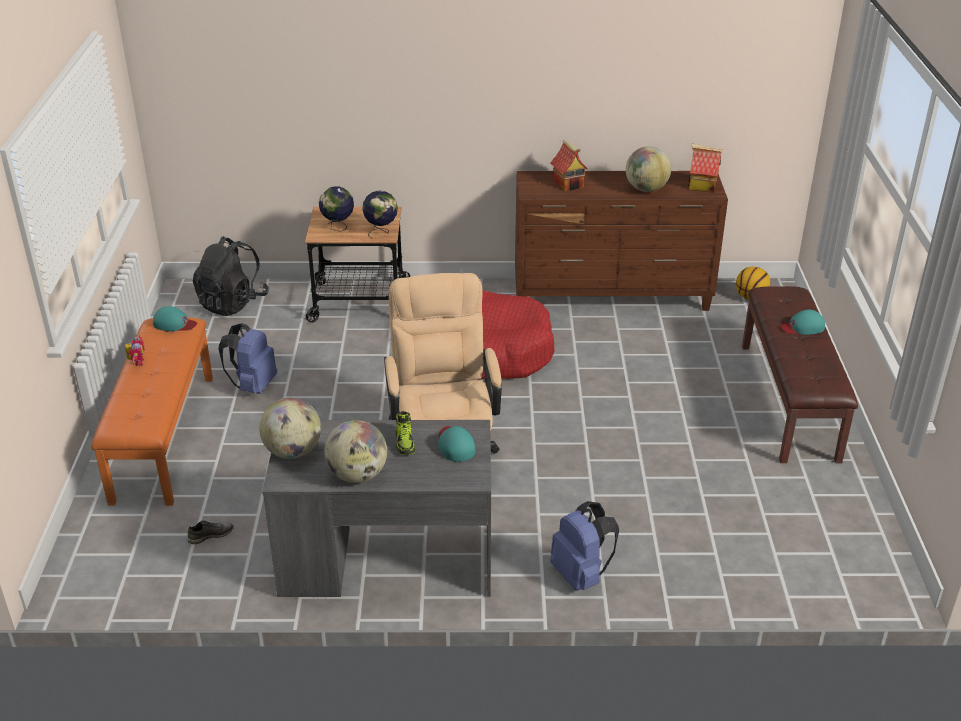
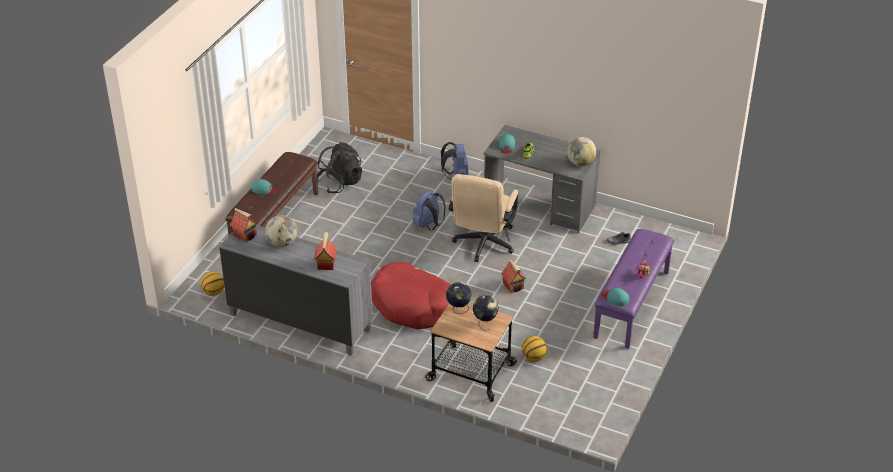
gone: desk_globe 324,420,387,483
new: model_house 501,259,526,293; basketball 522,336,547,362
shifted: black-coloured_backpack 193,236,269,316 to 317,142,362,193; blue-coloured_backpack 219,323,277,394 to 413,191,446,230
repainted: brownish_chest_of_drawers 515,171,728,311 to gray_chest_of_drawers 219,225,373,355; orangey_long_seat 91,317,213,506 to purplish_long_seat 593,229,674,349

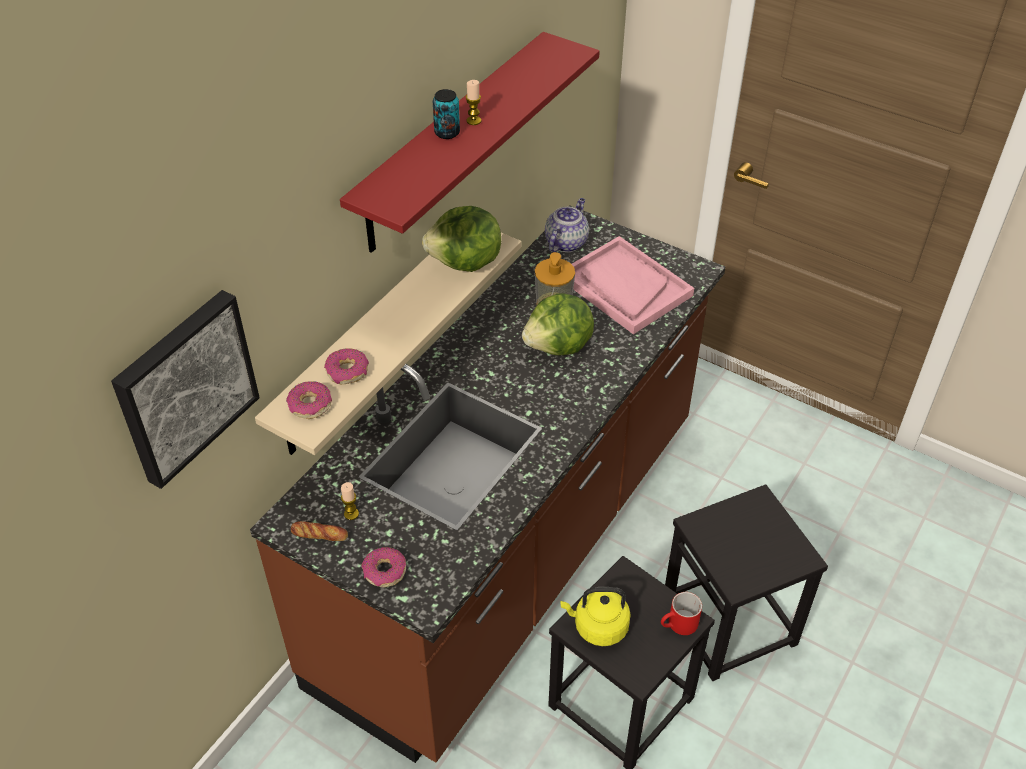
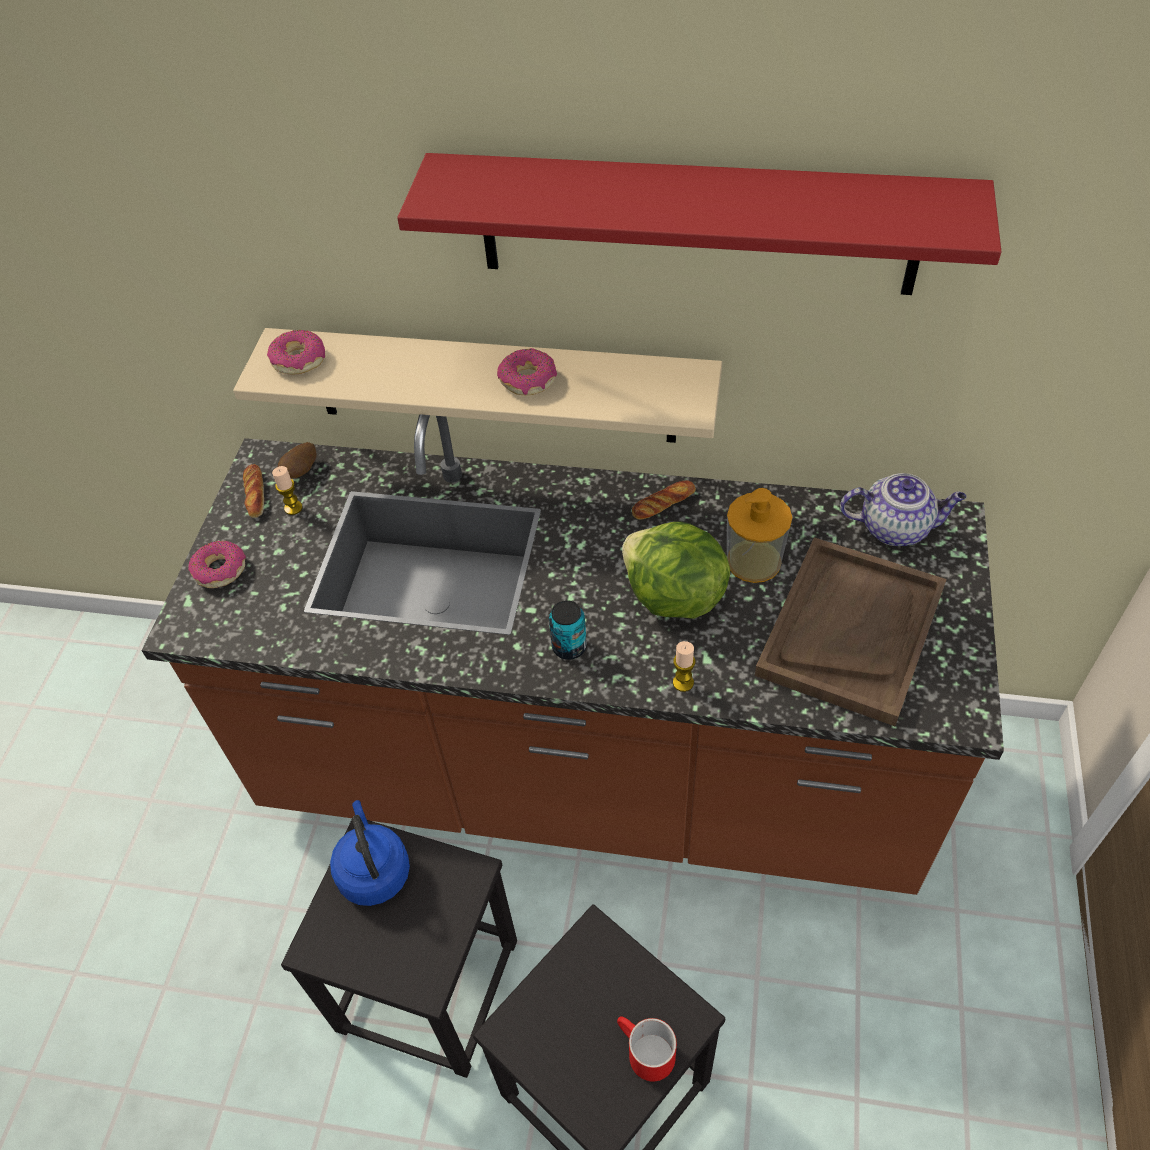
gone: picture 111,290,260,489; lettuce_head 422,206,501,272
new: potato 278,442,316,479; baked_bread 632,480,696,520
shifted: doughnut 324,348,369,384 to 497,348,557,395; metal_can 433,89,460,139 to 549,600,587,660; red-coloured_coffee_mug 661,592,702,635 to 617,1016,677,1082; candle 466,80,481,125 to 673,641,696,692
repainted: yellow-coloured_kettle 560,587,631,646 to blue-coloured_kettle 330,800,410,906; pinkish_tray 572,236,694,334 to brownish_tray 755,537,947,726

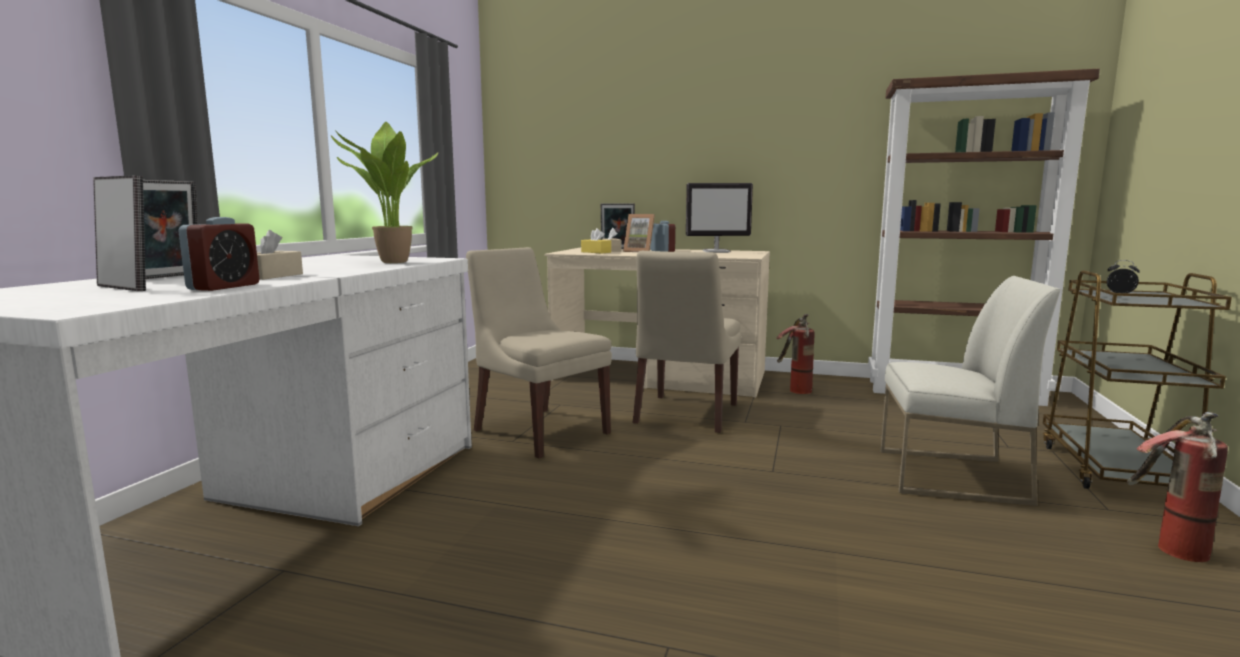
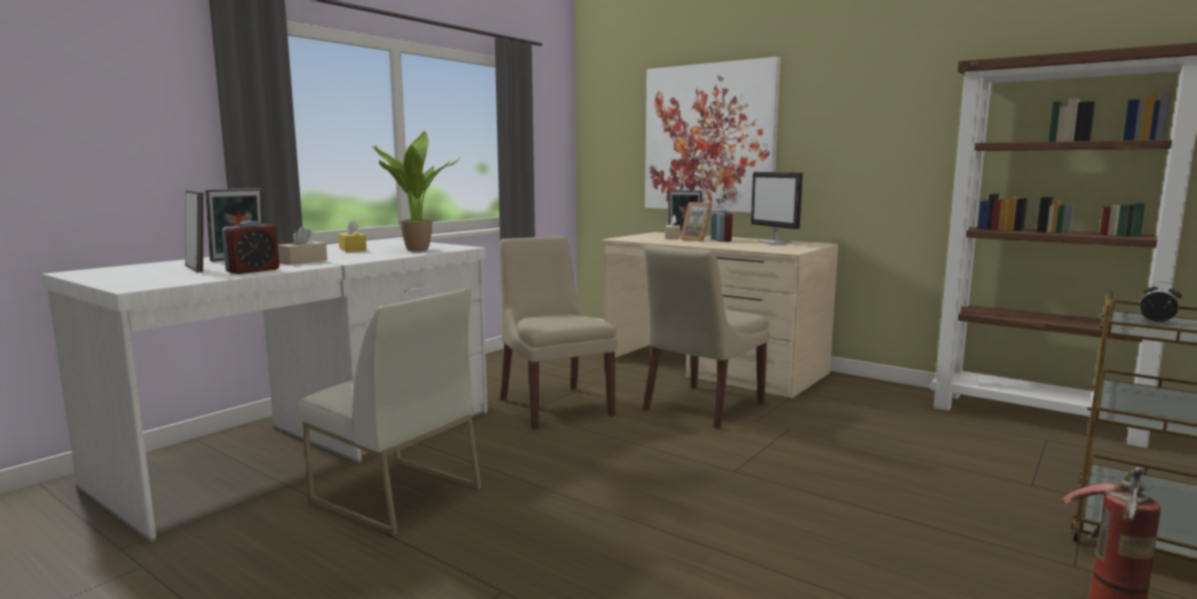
gone: fire_extinguisher 777,314,815,394
new: picture 645,57,781,213
shifted: whitish_chair 881,276,1061,506 to 299,289,481,536; yellow-coloured_box_of_tissues 581,228,611,253 to 338,219,367,252
rotated: computer_display 686,183,753,253 = 751,172,803,245 45 degrees clockwise

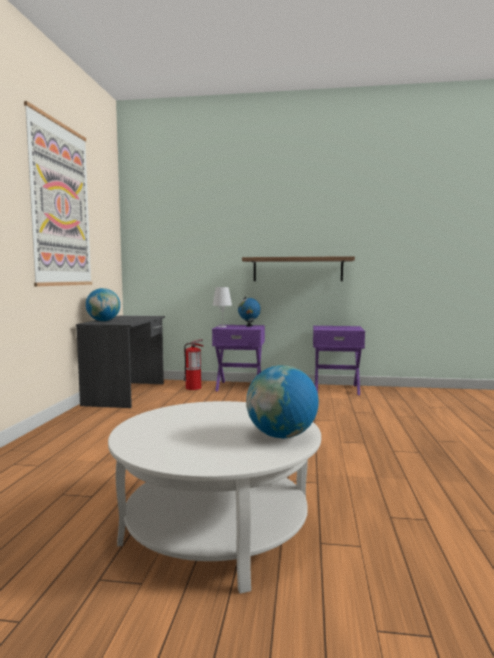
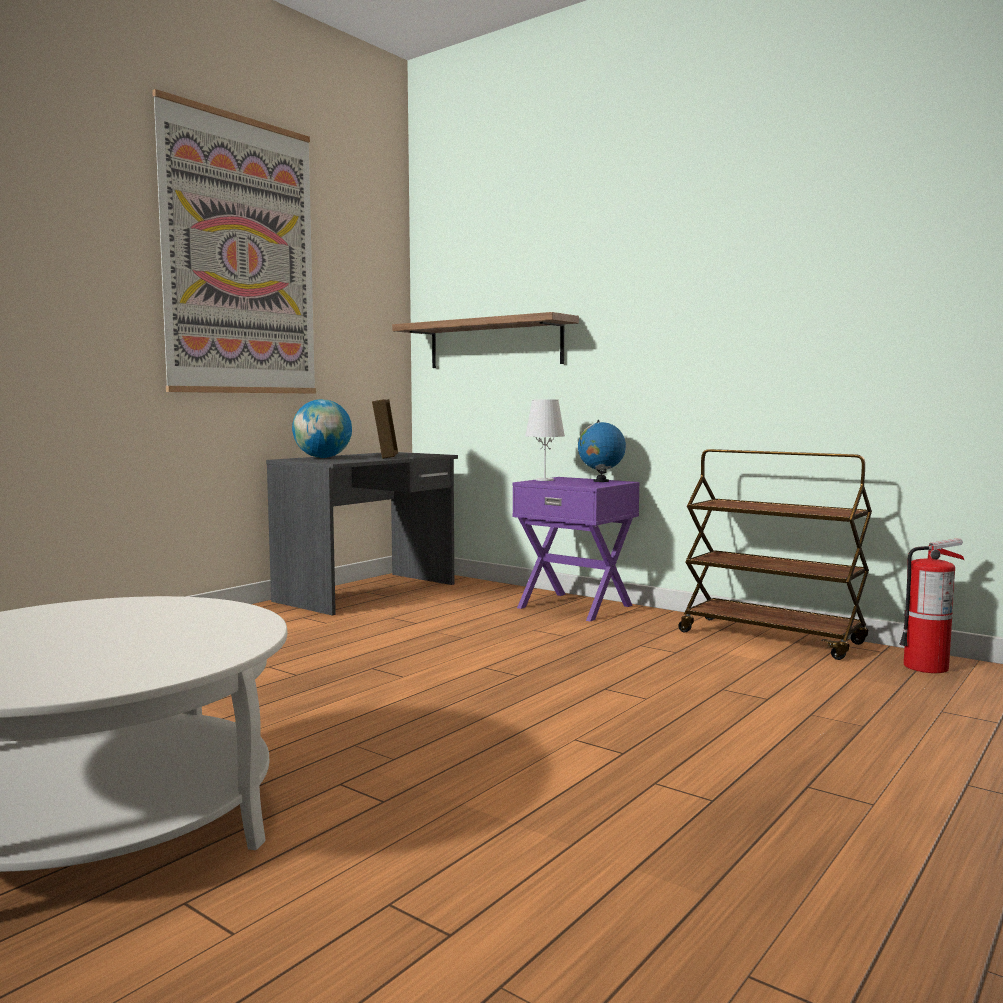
gone: desk_globe 246,365,319,438
new: picture_frame 372,399,398,459
shifted: shelf 242,256,355,281 to 392,312,579,368; fire_extinguisher 184,339,204,390 to 899,538,964,673
swapped: purplish_nightstand 313,326,365,395 to brownish_wheeled_cart 678,449,872,660

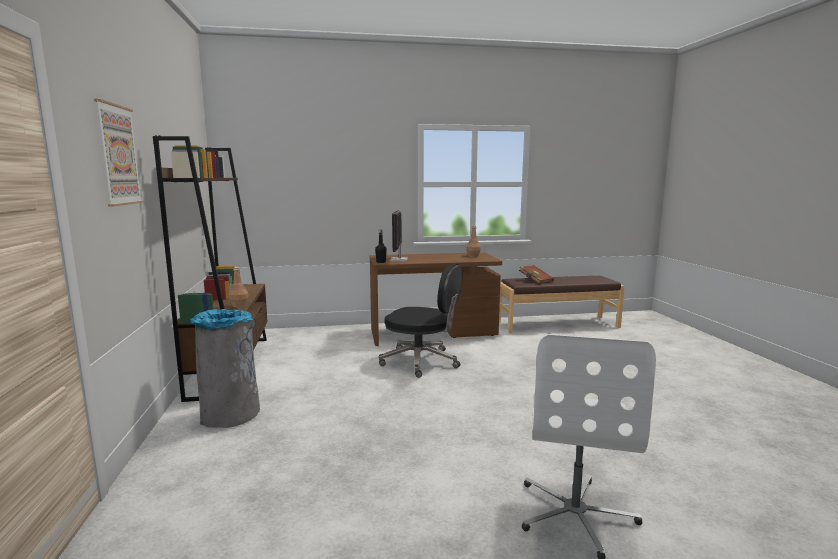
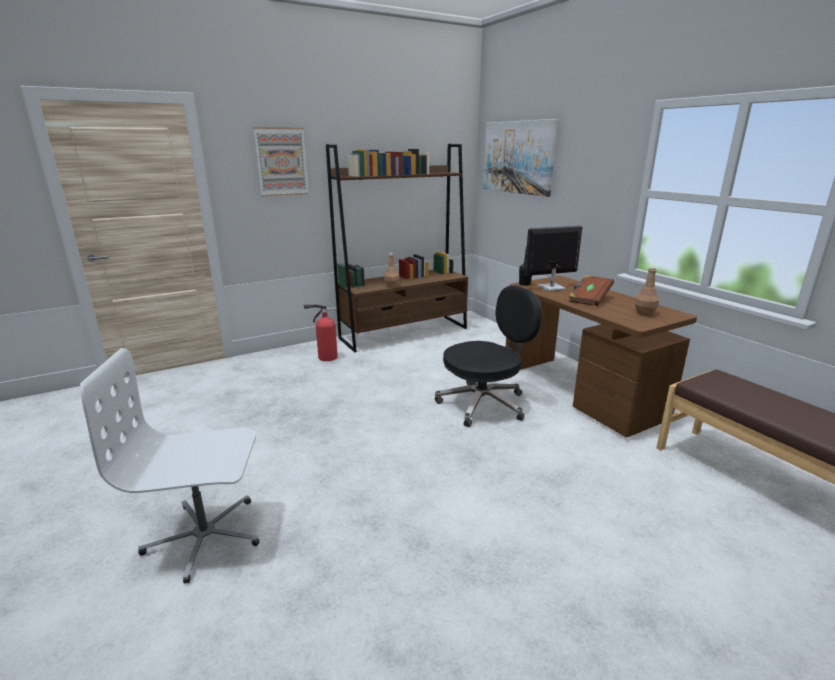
new: picture 483,119,558,197
shifted: brownish_bound_book 519,265,554,284 to 568,275,614,306
swapped: gray_waste_bin 190,309,260,428 to fire_extinguisher 303,304,338,361
rotated: black-coloured_office_chair 379,263,463,378 = 435,286,542,427 120 degrees counterclockwise

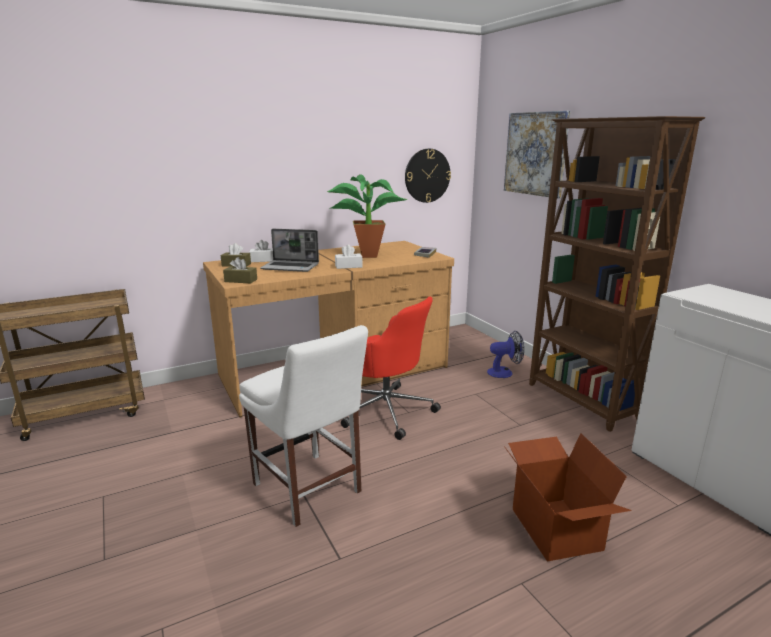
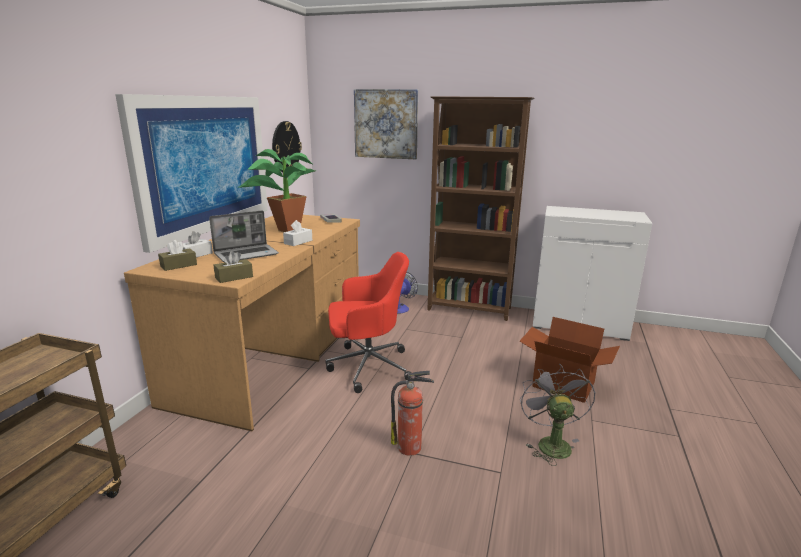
new: picture 115,94,268,253; gray_cooling_fan 520,364,596,466
swapped: whitish_chair 239,325,368,527 to fire_extinguisher 391,371,434,456

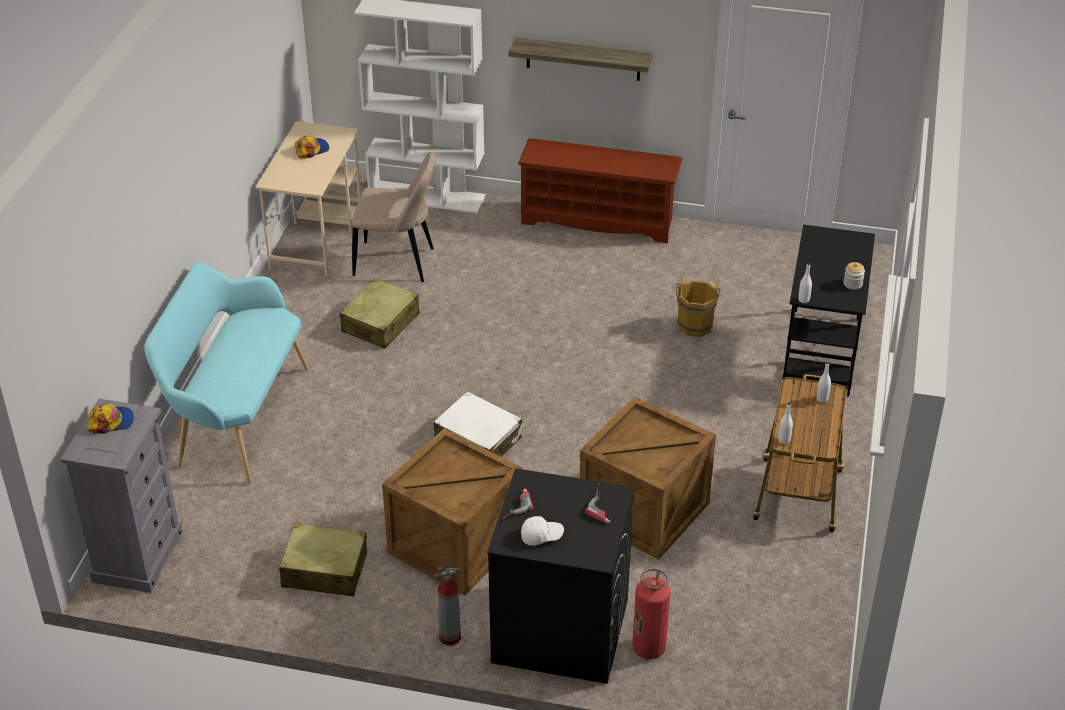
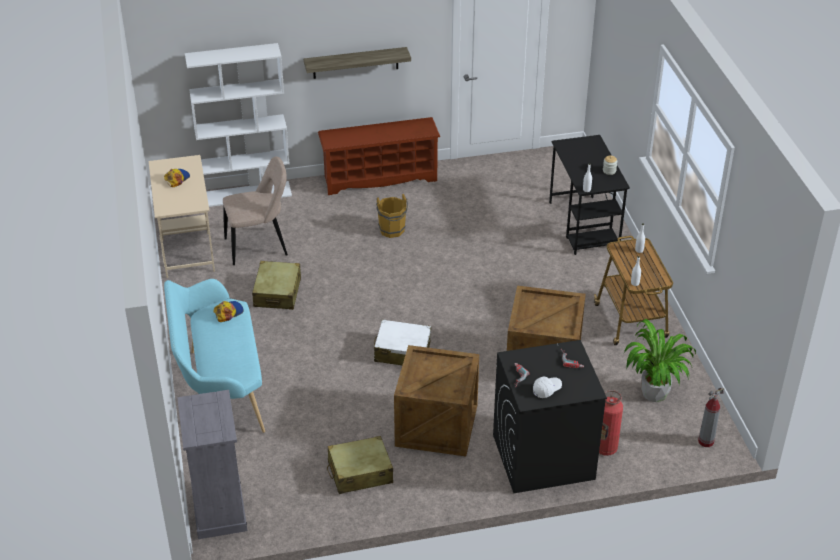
new: potted_plant 623,319,696,402
shifted: baseball_cap 87,404,134,434 to 214,301,244,322; brownish_water_bucket 676,276,720,337 to 376,193,408,238; fire_extinguisher 434,566,461,646 to 698,388,724,447

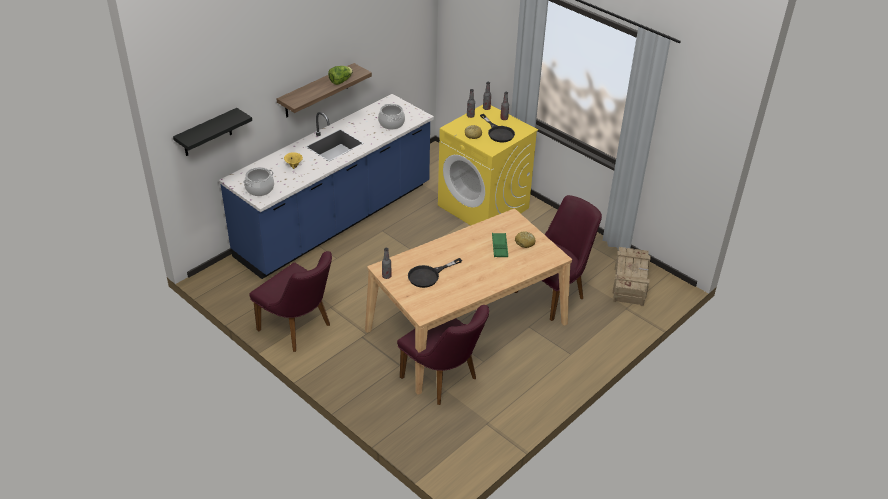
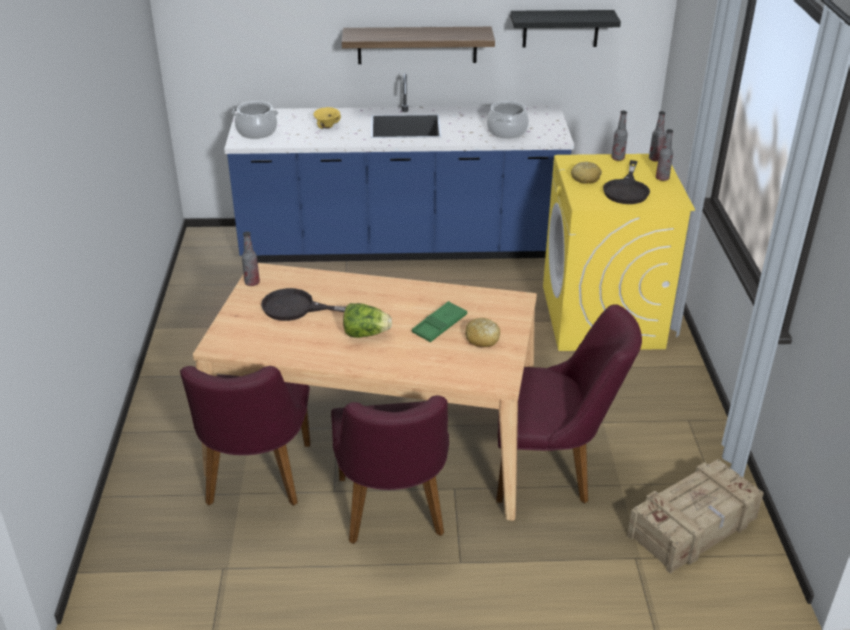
shifted: purplish_chair 249,251,332,352 to 331,395,449,544; lettuce_head 328,66,353,85 to 343,303,392,338; black-coloured_shelf 173,108,252,156 to 510,10,621,48

